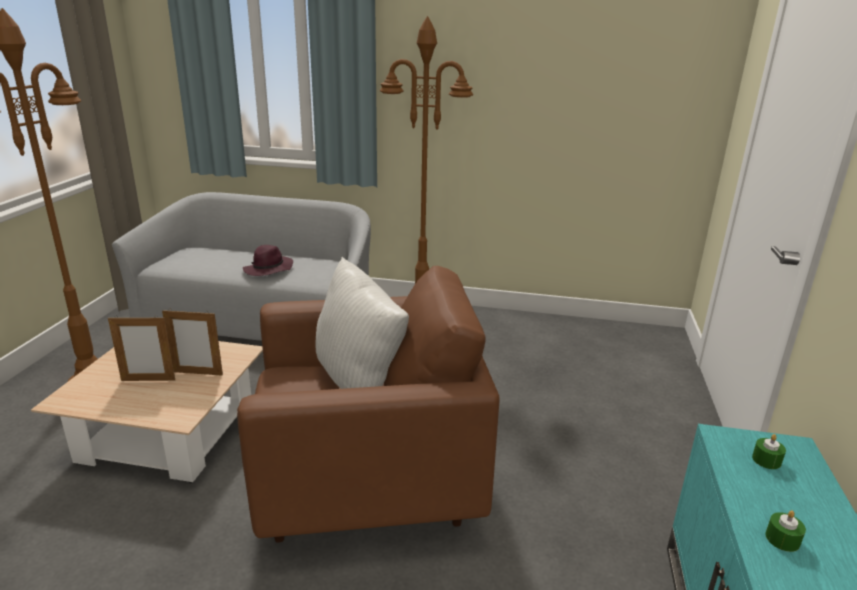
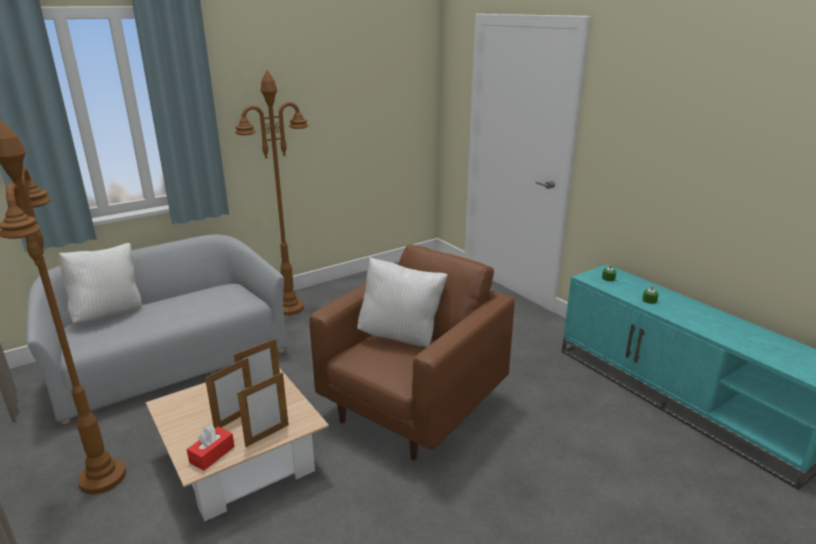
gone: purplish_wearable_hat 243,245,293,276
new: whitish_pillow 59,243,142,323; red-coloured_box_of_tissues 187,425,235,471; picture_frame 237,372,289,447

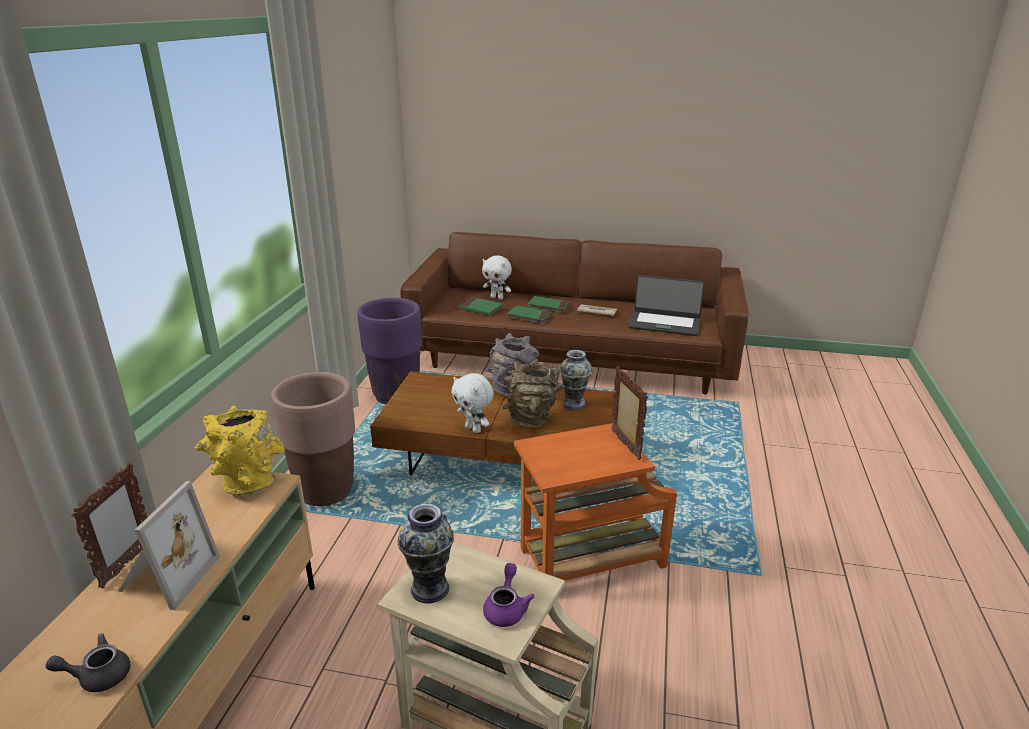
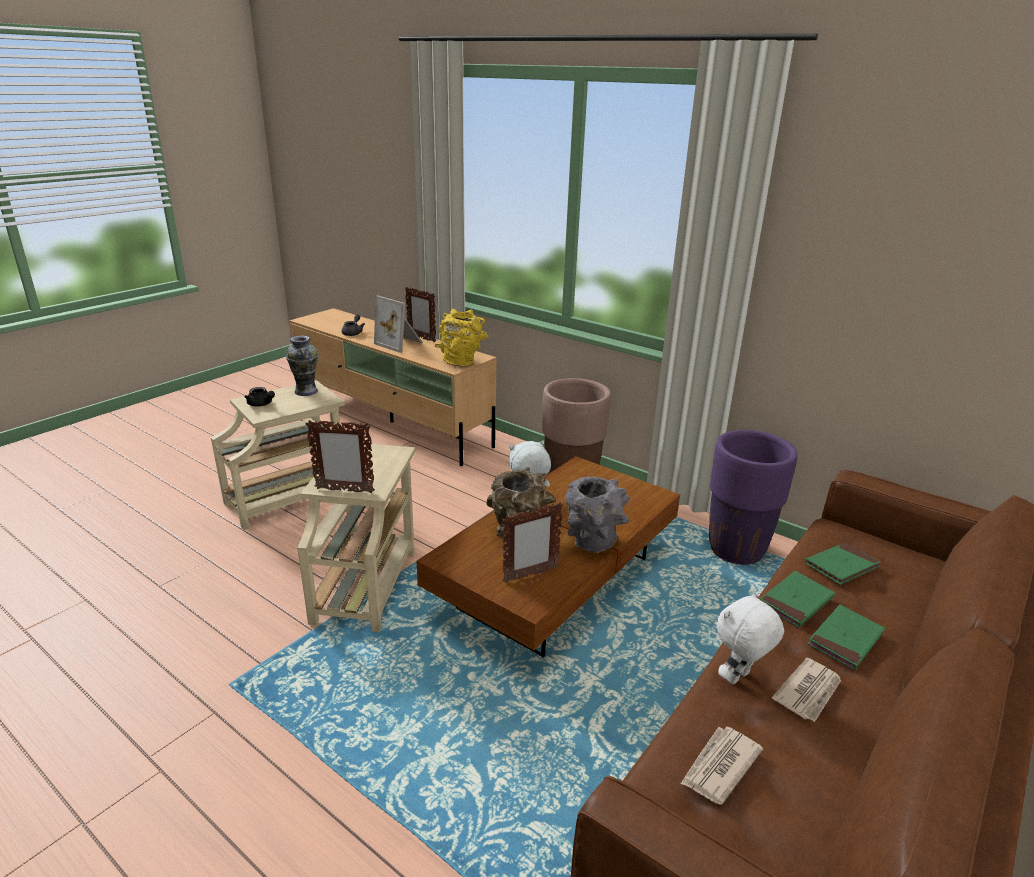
shifted: whitish_soft_toy 482,255,512,300 to 716,592,784,684
swapped: decorative_vase 560,350,592,410 to picture_frame 502,502,563,583; portable_computer 628,275,705,336 to printed_paper 681,727,763,804
repainted: purplish_teapot 483,563,534,627 to black-coloured_teapot 244,387,275,407; orangey_end_table 514,423,677,581 to sand-coloured_end_table 297,444,415,632

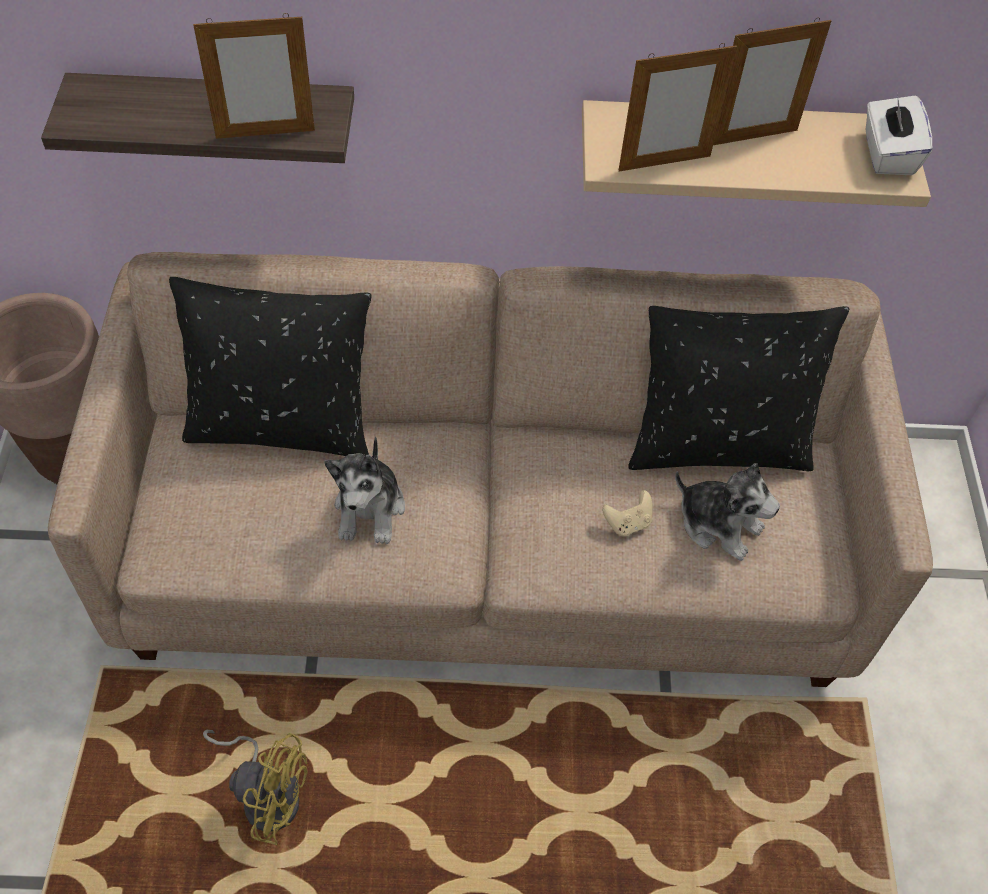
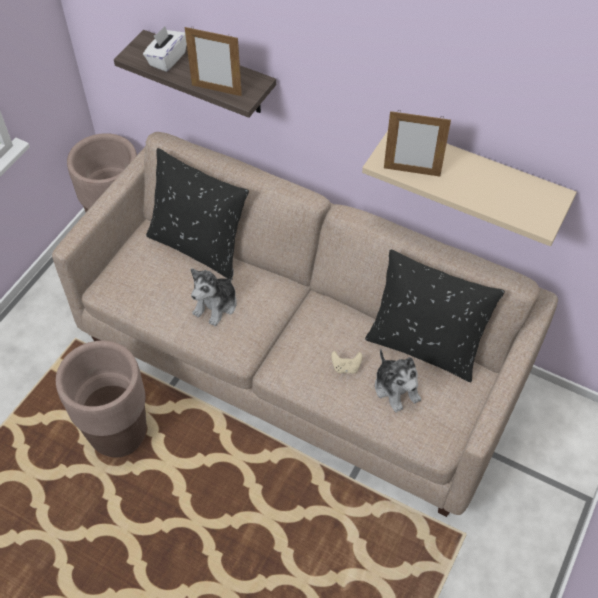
gone: picture_frame 713,18,831,145
shifted: whitish_box_of_tissues 866,92,932,175 to 143,26,187,72
swapped: yellow-coloured_cooling_fan 203,729,308,845 to brownish_plant_pot 56,340,146,458

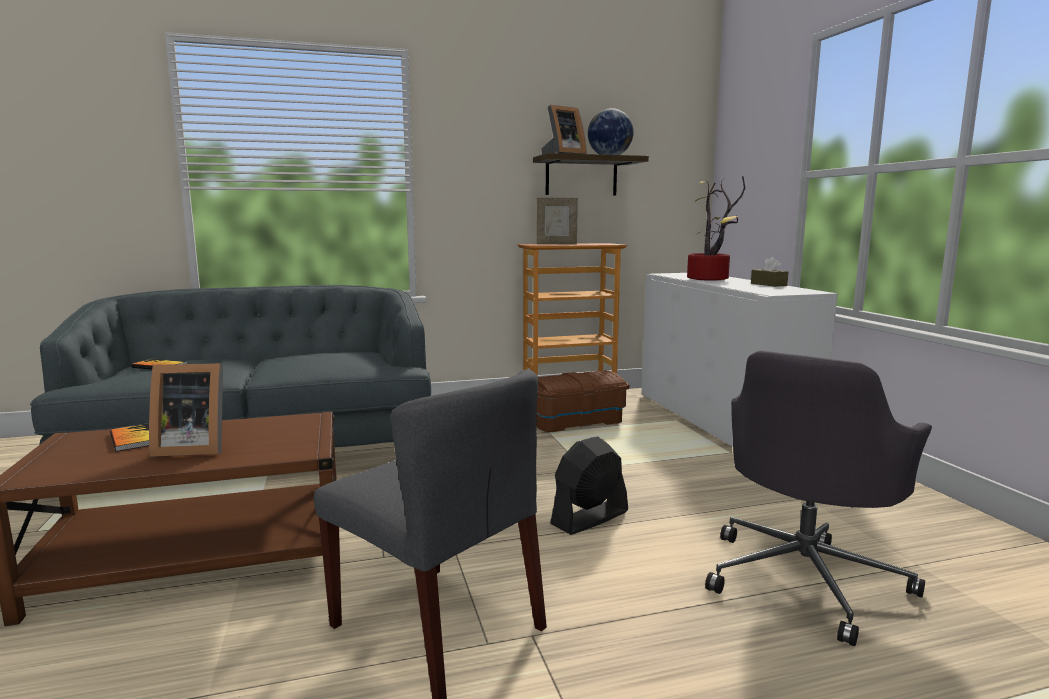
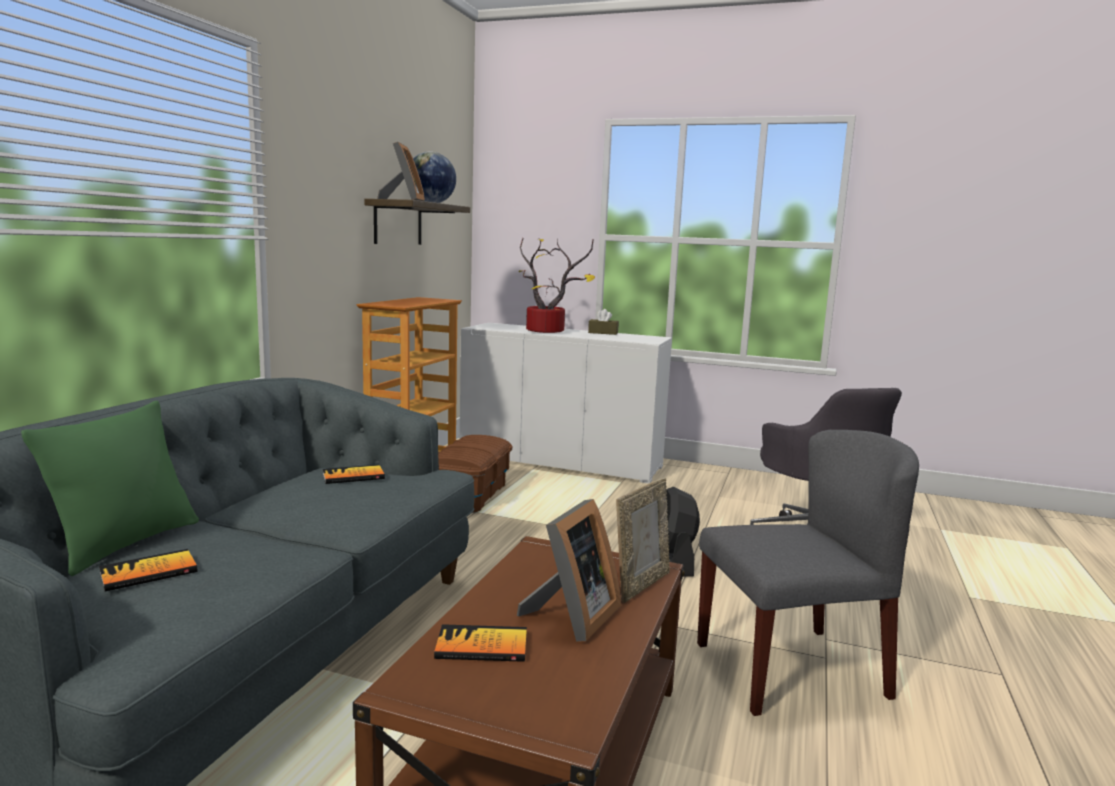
new: green_pillow 21,401,199,577; bound_book 322,464,385,484
shifted: picture_frame 536,198,578,244 to 616,478,670,603

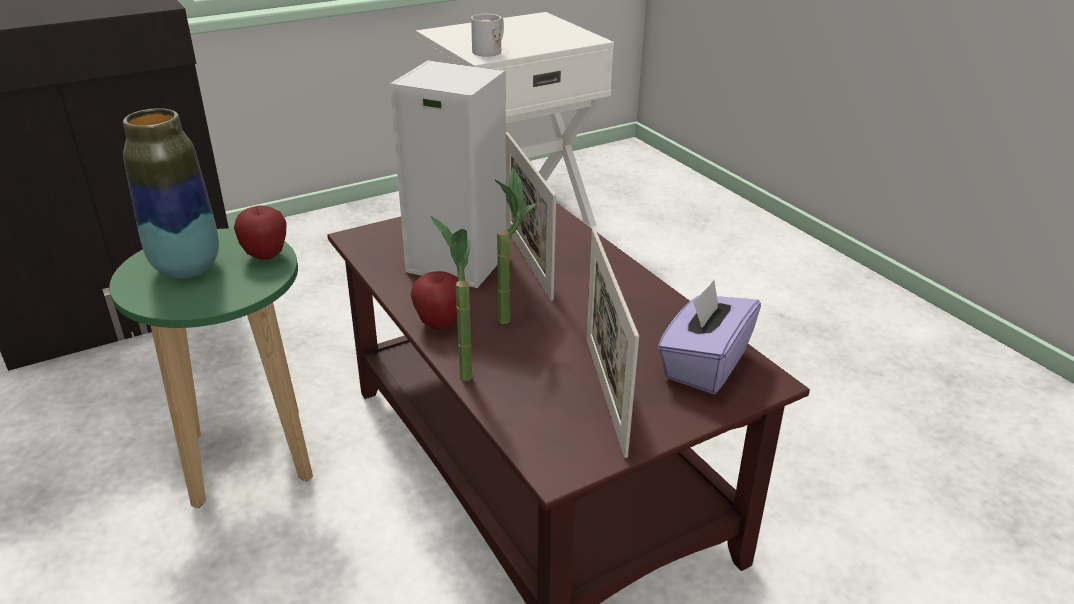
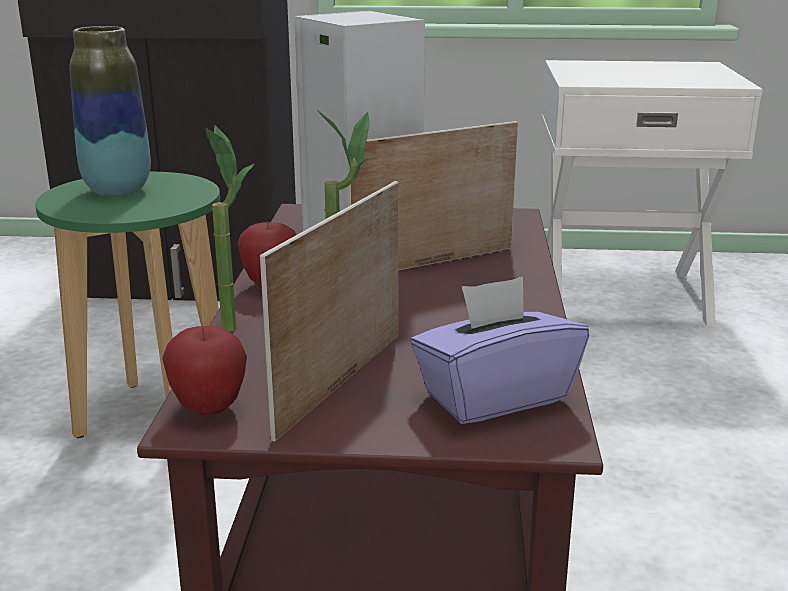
gone: whitish_coffee_mug 471,14,504,57
shifted: apple_fruit 234,206,286,260 to 162,326,247,415
rotated: picture_frame 506,132,556,301 = 348,121,518,271 45 degrees clockwise

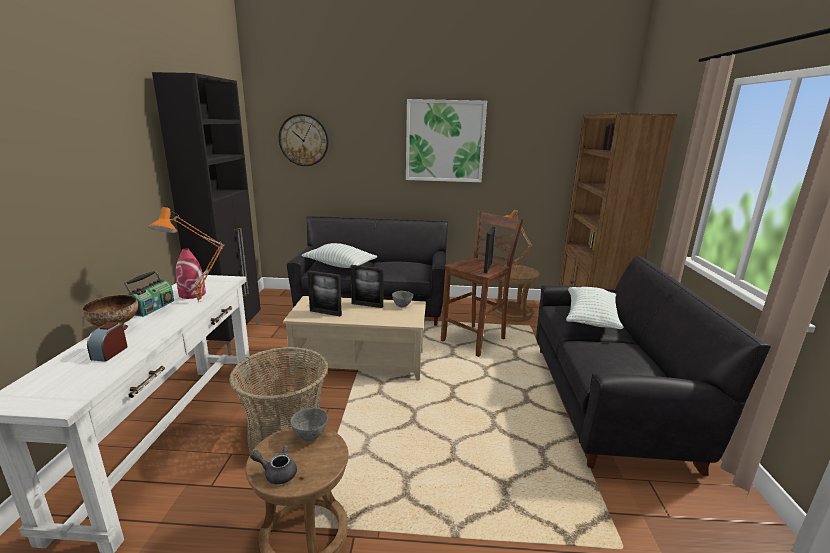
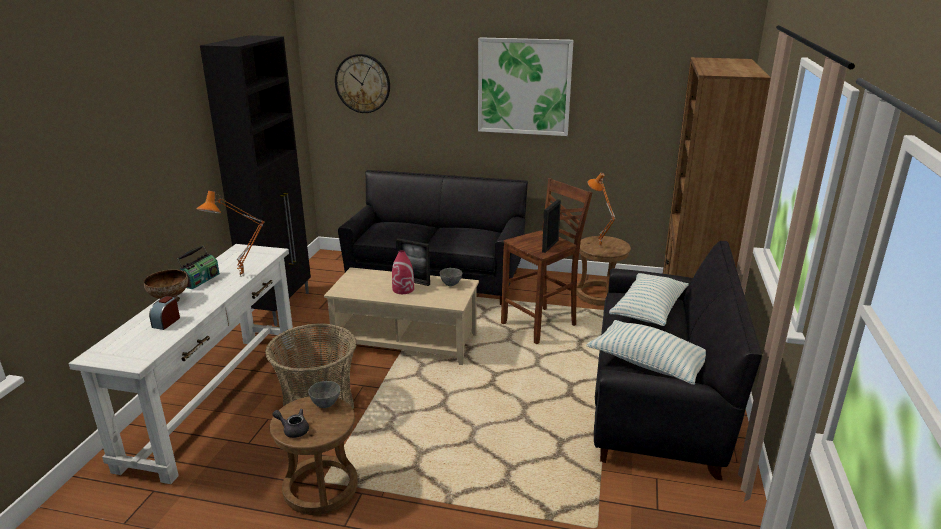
gone: picture_frame 307,270,342,316
shifted: red-coloured_decorative_vase 176,248,206,299 to 392,250,414,294; pillow 302,243,377,268 to 586,320,706,385

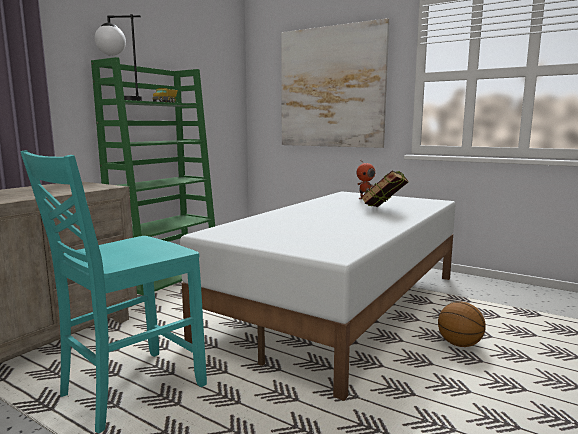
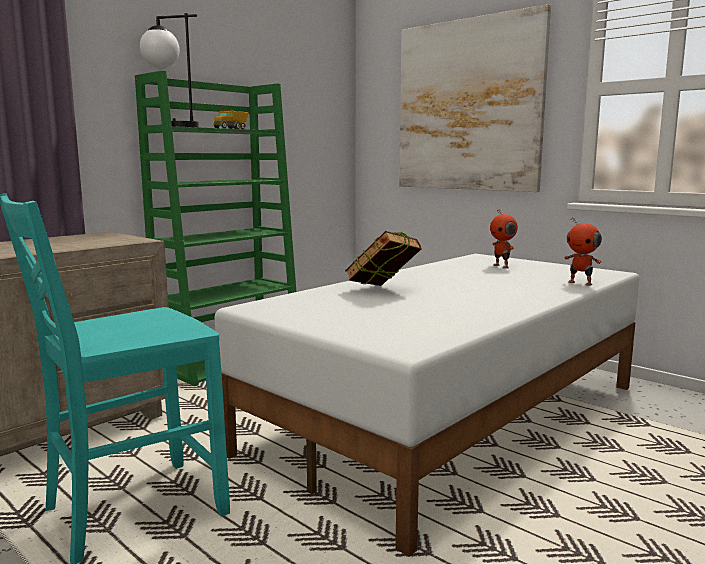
gone: basketball 438,302,486,347
new: model_robot 564,217,602,286
shifted: bound_book 360,170,409,207 to 345,231,422,286

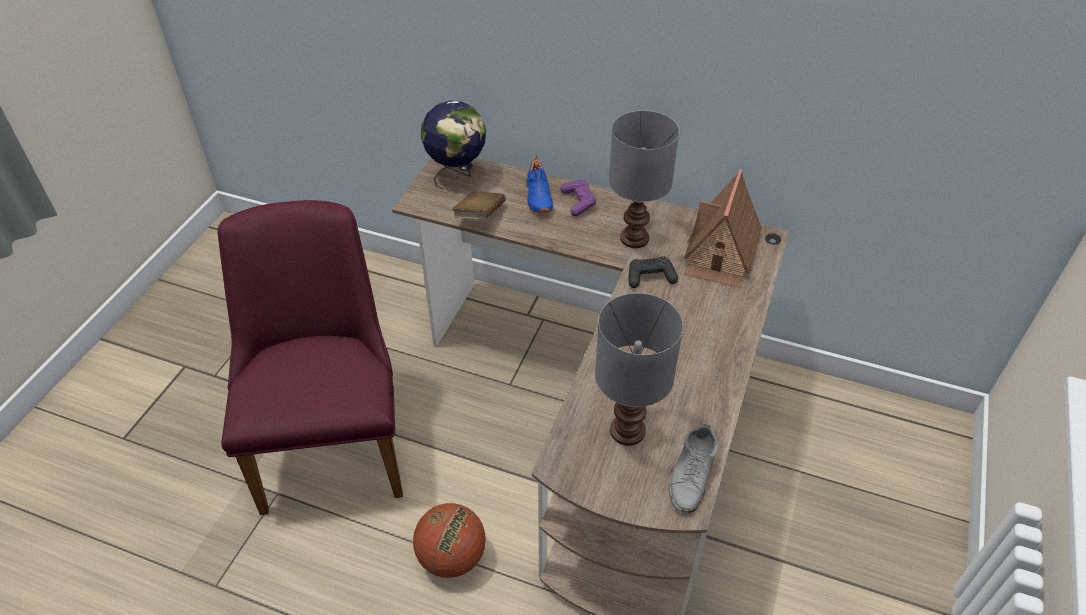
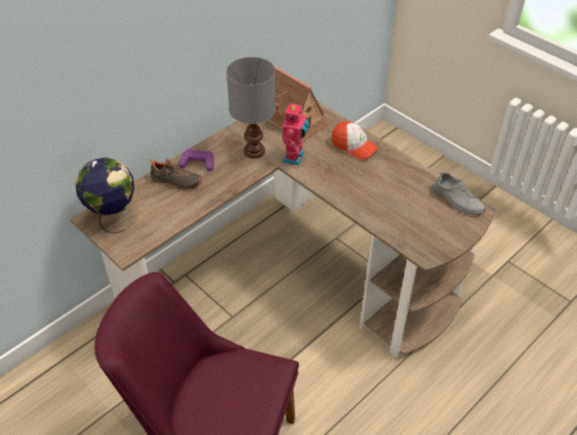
gone: basketball 413,503,486,578; brownish_bound_book 452,191,506,219; gray_table_lamp 595,293,683,446
new: baseball_cap 332,121,379,160
swapped: black-coloured_gamepad 628,256,678,288 to model_robot 282,102,309,165
repainted: blue-coloured_low_shoe 527,156,553,213 to black-coloured_low_shoe 149,158,202,190

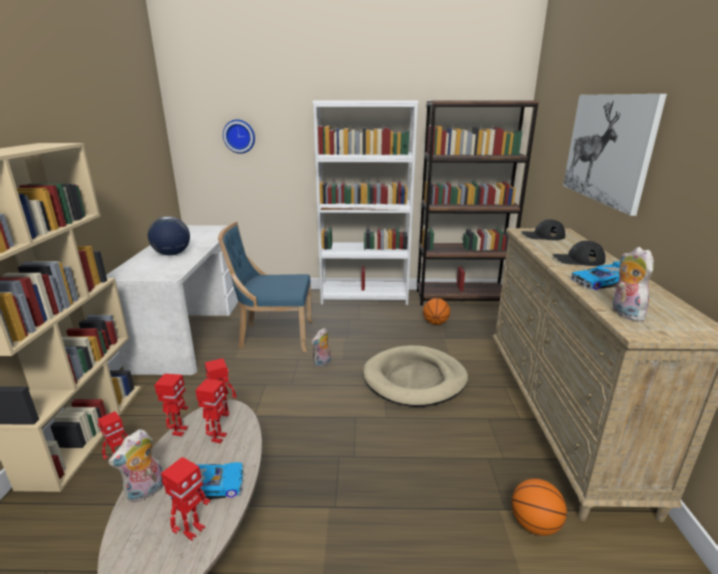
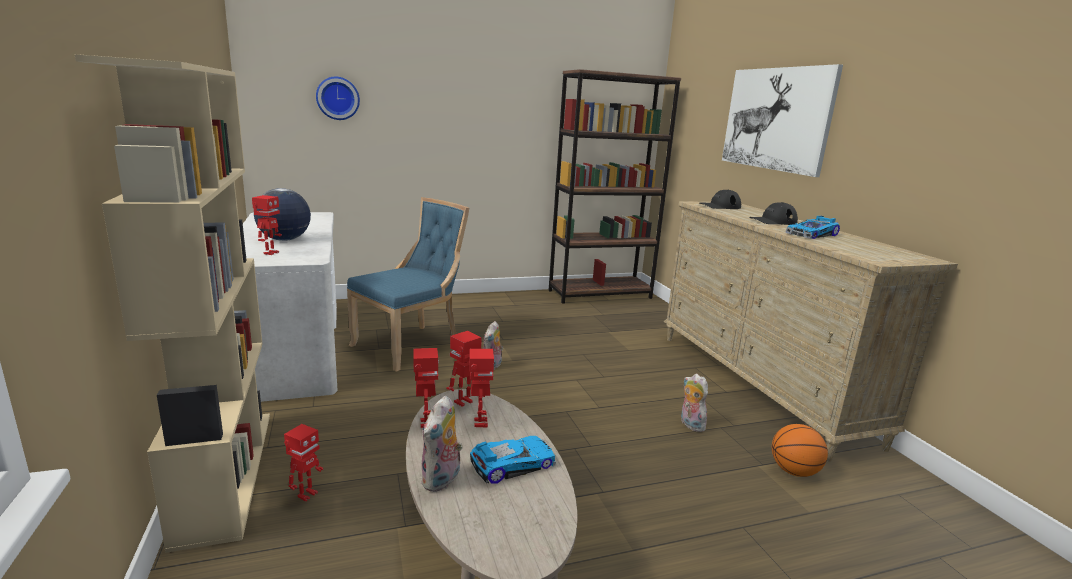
gone: whitish_shelving_unit 313,100,419,305; sand-coloured_pet_bed 363,345,468,407; basketball 423,298,450,325
shifted: model_robot 161,457,210,541 to 252,195,282,255; soft_toy 612,247,654,321 to 681,374,708,432
rotated: blue-coloured_chair 218,222,313,352 = 347,197,469,372 150 degrees clockwise

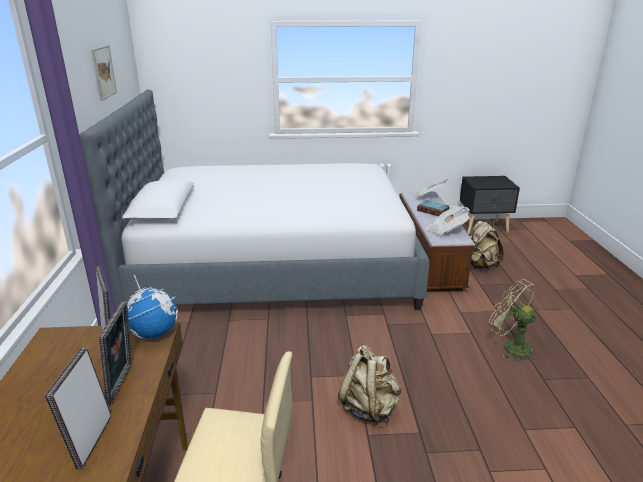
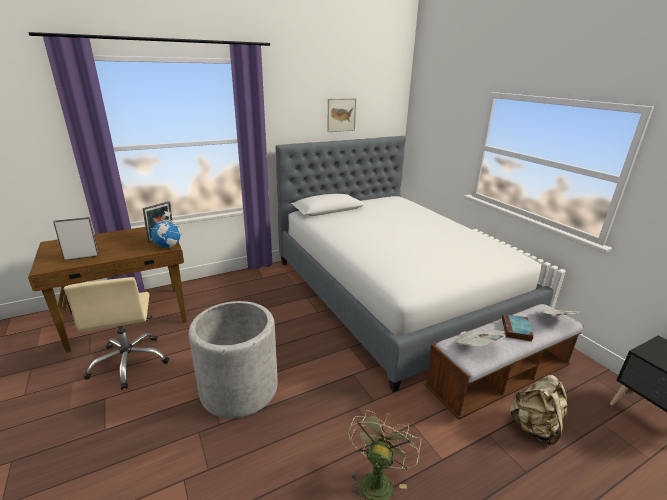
gone: picture_frame 99,301,132,405
swapped: sand-coloured_backpack 338,345,401,425 to gray_plant_pot 189,301,278,418

